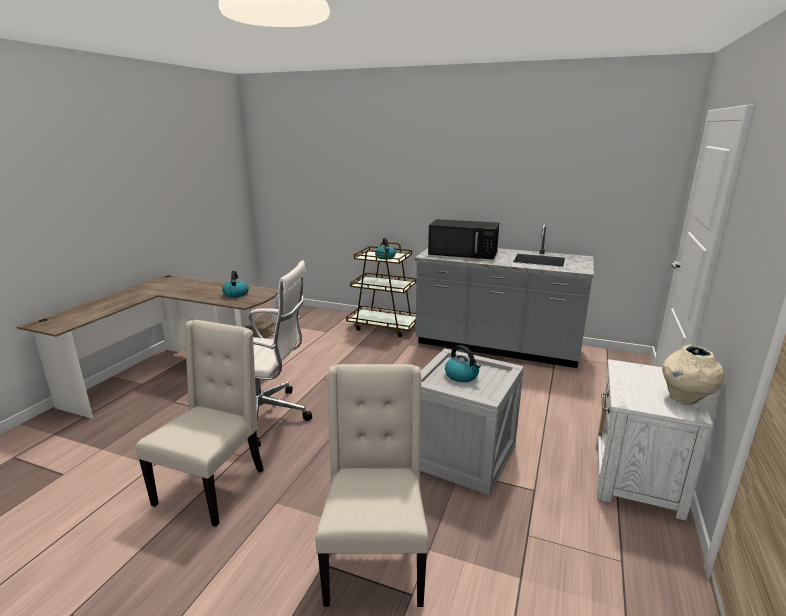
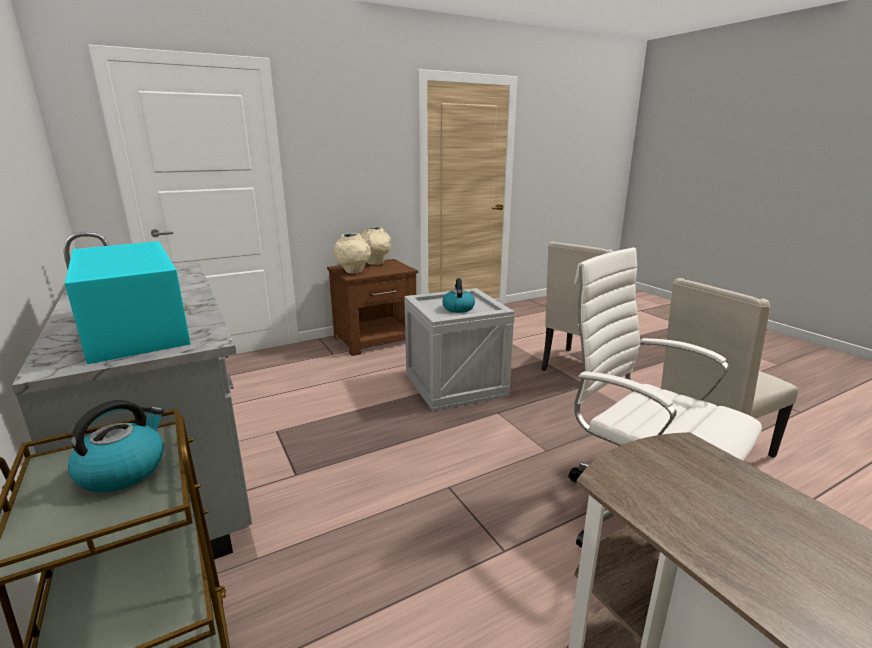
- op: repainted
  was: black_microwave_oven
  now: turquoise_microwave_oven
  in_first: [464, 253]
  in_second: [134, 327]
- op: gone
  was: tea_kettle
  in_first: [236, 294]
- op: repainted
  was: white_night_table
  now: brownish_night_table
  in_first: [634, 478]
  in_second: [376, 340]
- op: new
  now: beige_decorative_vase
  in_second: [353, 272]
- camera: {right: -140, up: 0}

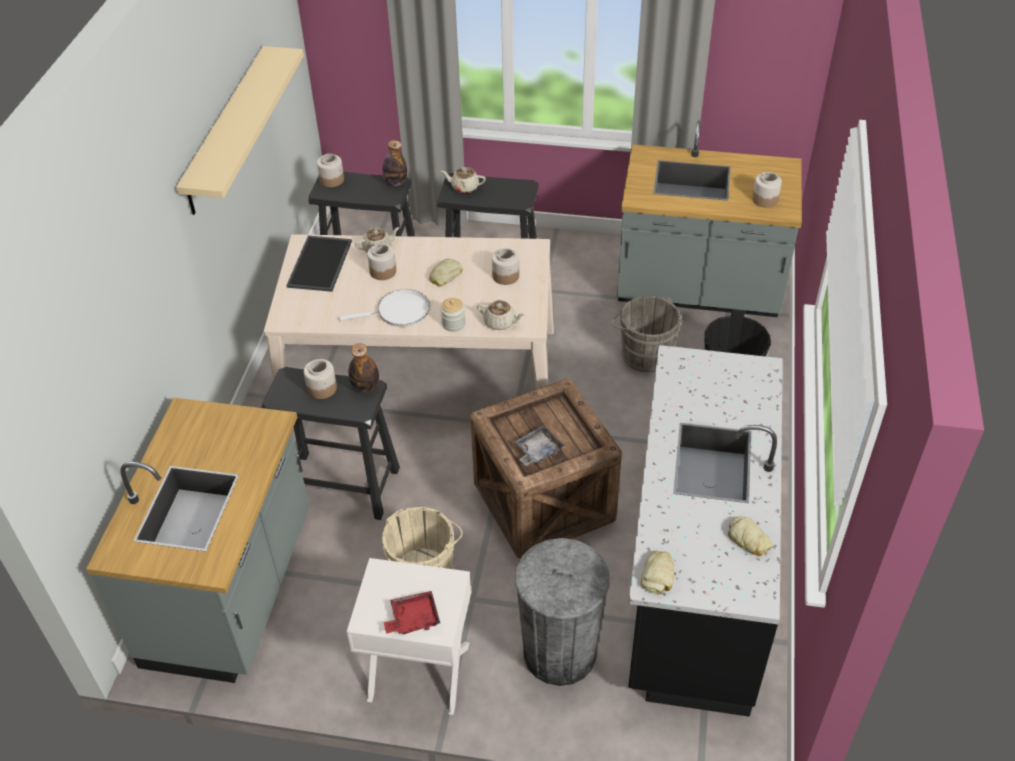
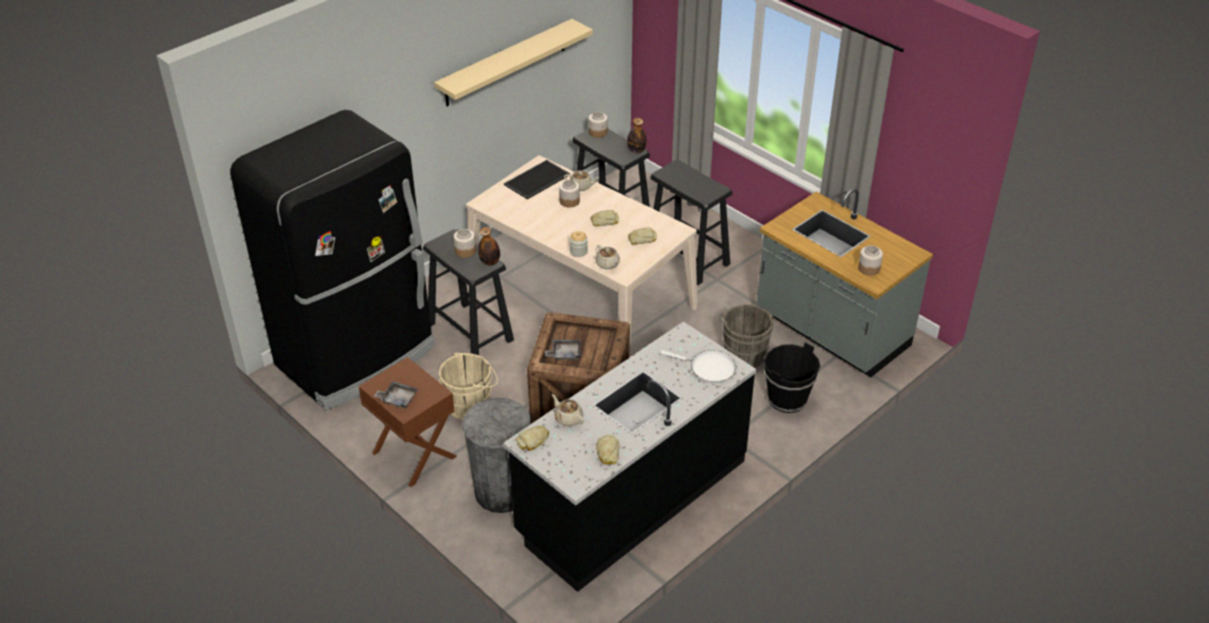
- op: shifted
  was: beige_teapot
  in_first: [464, 187]
  in_second: [568, 418]
- op: swapped
  was: jar
  now: bread
  in_first: [505, 276]
  in_second: [642, 238]
- op: shifted
  was: white_skillet
  in_first: [399, 312]
  in_second: [709, 368]
- op: swapped
  was: gray_counter
  now: black_fridge
  in_first: [232, 590]
  in_second: [358, 356]
- op: repainted
  was: white_night_table
  now: brownish_night_table
  in_first: [418, 672]
  in_second: [413, 455]
- op: repainted
  was: reddish_carrying_tray
  now: gray_carrying_tray
  in_first: [413, 618]
  in_second: [398, 399]
- camera: {right: 35, up: -5}

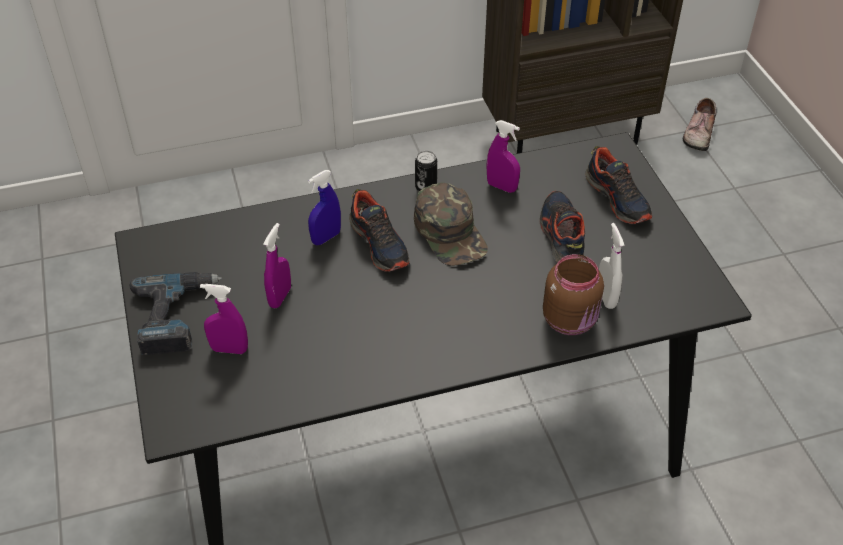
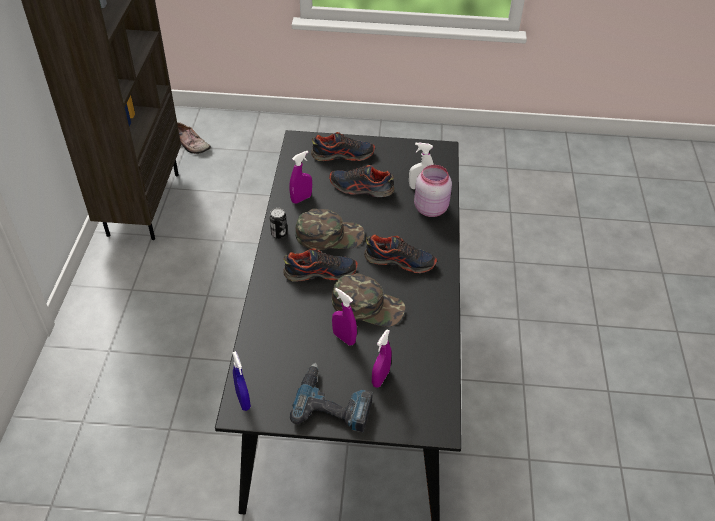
- op: shifted
  was: blue_hand_sprayer
  in_first: [326, 238]
  in_second: [243, 400]
- op: repainted
  was: brownish_jar
  now: pink-coloured_jar
  in_first: [571, 320]
  in_second: [431, 208]
- op: new
  now: shoe
  in_second: [400, 261]
- op: new
  now: green_baseball_cap
  in_second: [368, 305]
- camera: {right: -70, up: 0}

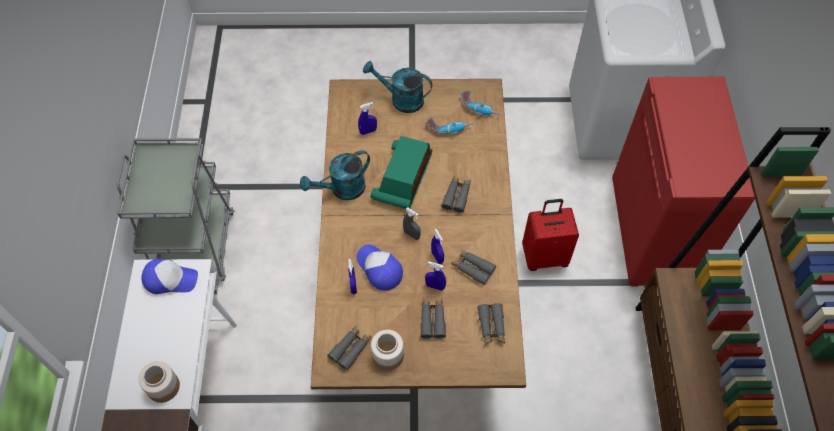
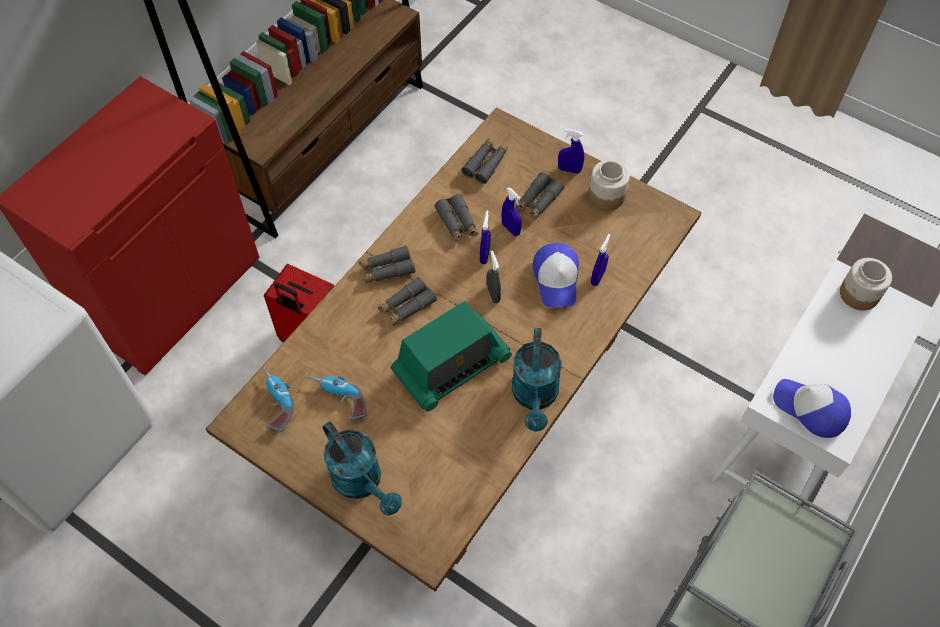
- op: shifted
  was: blue_hand_sprayer
  in_first: [368, 131]
  in_second: [569, 170]
- op: rotated
  was: turquoise_watering_can
  in_first: [342, 190]
  in_second: [535, 397]
  clockwise: 90
- op: shifted
  was: gray_binoculars
  in_first: [351, 349]
  in_second: [387, 269]
- camera: {right: -145, up: 0}

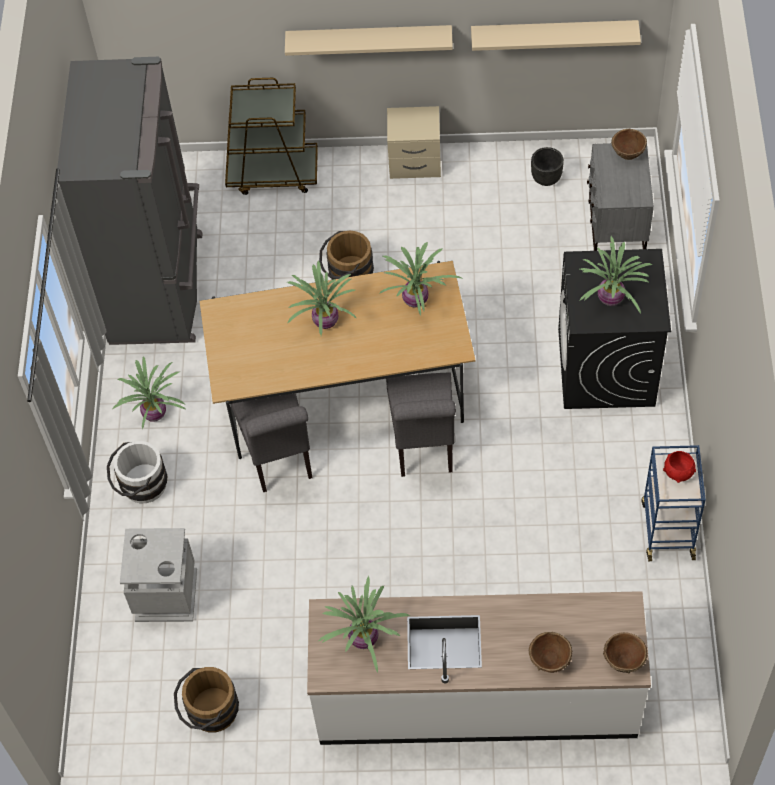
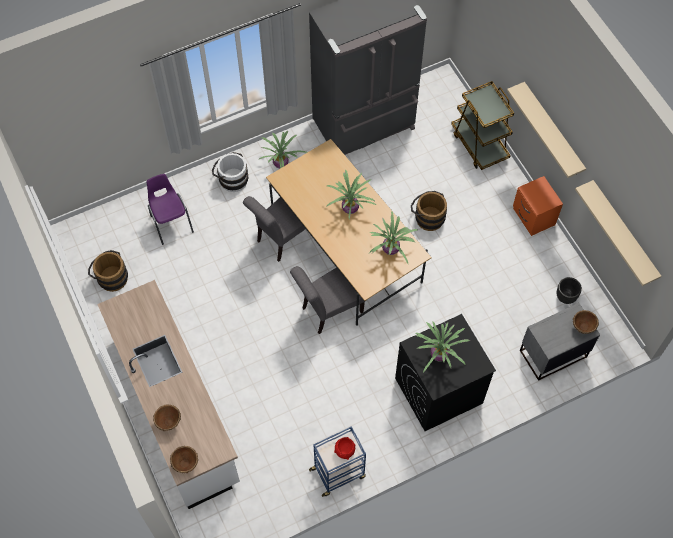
- op: repainted
  was: beige_night_table
  now: orange-coloured_night_table
  in_first: [415, 163]
  in_second: [533, 217]
- op: swapped
  was: gray_waste_bin
  now: purplish_plain_chair
  in_first: [165, 594]
  in_second: [171, 223]
- op: gone
  was: plant_in_a_pot
  in_first: [363, 640]
- camera: {right: 60, up: 5}

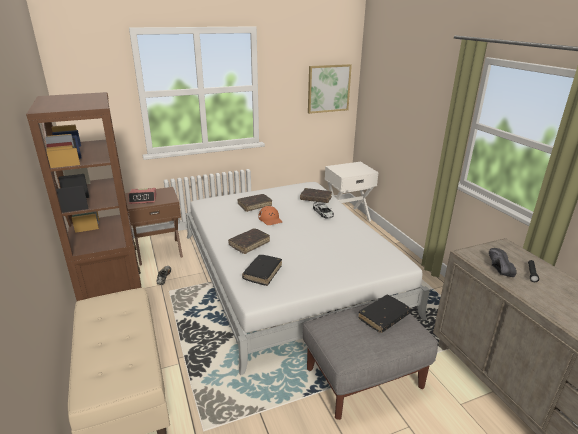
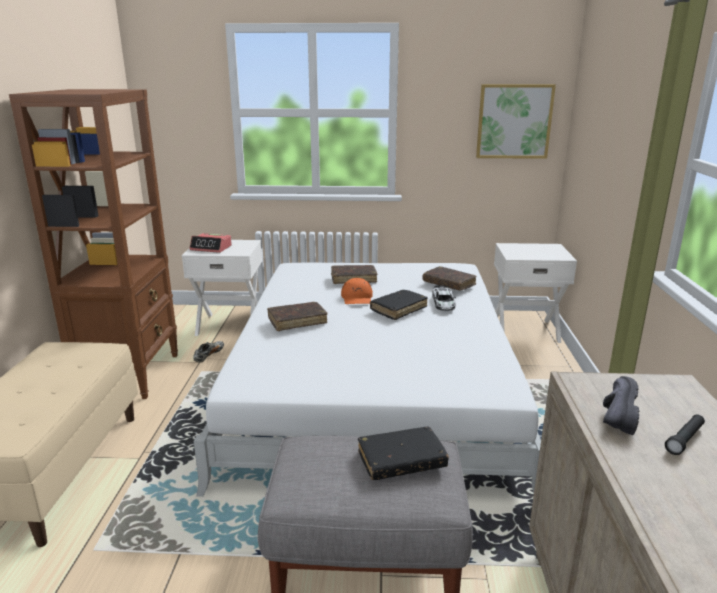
- op: repainted
  was: brownish_night_table
  now: white_night_table
  in_first: [159, 251]
  in_second: [230, 324]
- op: shifted
  was: black_book
  in_first: [262, 273]
  in_second: [398, 309]
- camera: {right: 25, up: -5}

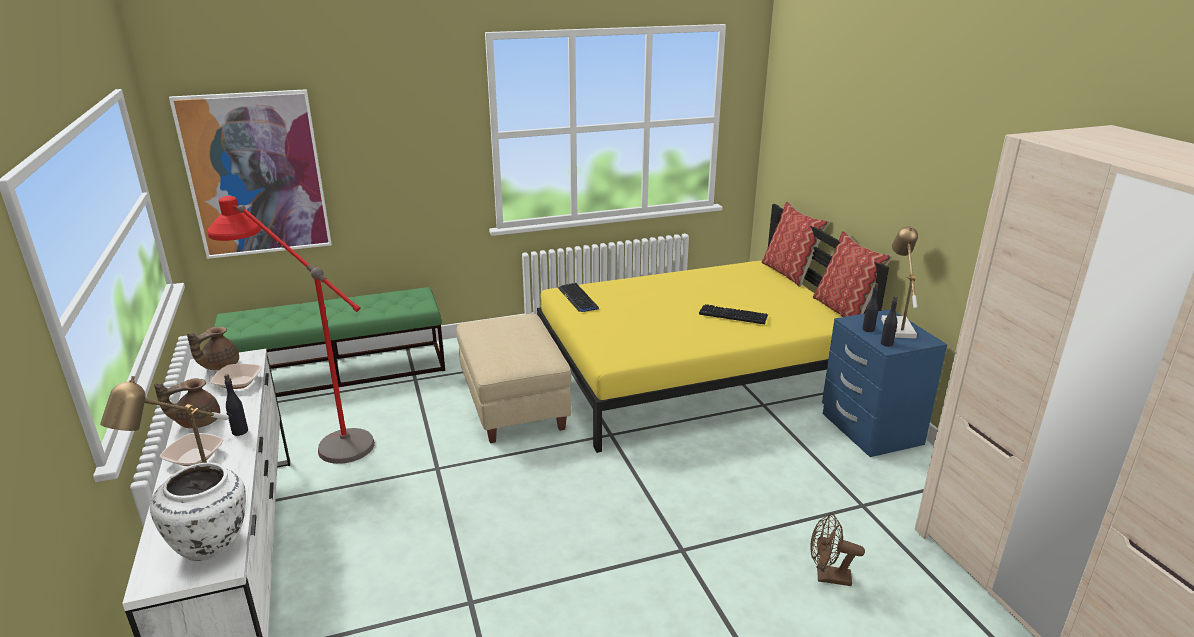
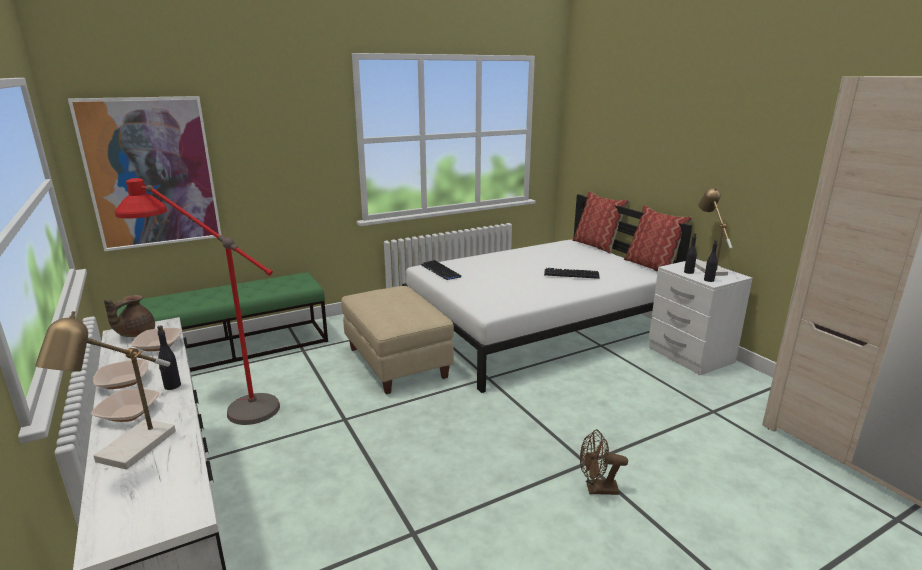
- op: repainted
  was: yellow-coloured_bedroom_bed
  now: white_bedroom_bed
  in_first: [693, 373]
  in_second: [536, 327]
- op: repainted
  was: blue_night_table
  now: white_night_table
  in_first: [870, 429]
  in_second: [689, 355]
- op: swapped
  was: brownish_teapot
  now: deep_dish
  in_first: [197, 421]
  in_second: [123, 381]
- op: gone
  was: white_decorative_vase
  in_first: [212, 544]
- op: shifted
  was: brownish_cooling_fan
  in_first: [827, 577]
  in_second: [597, 489]
- camera: {right: -10, up: -5}

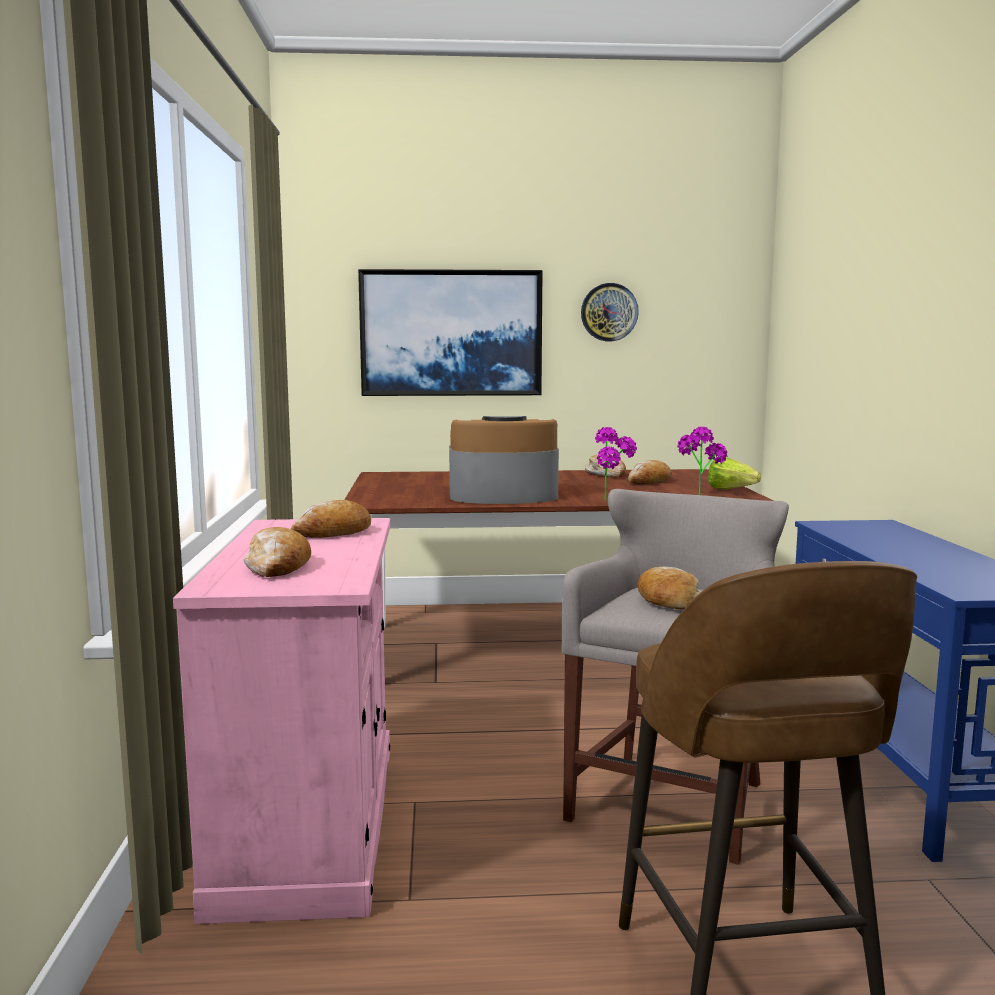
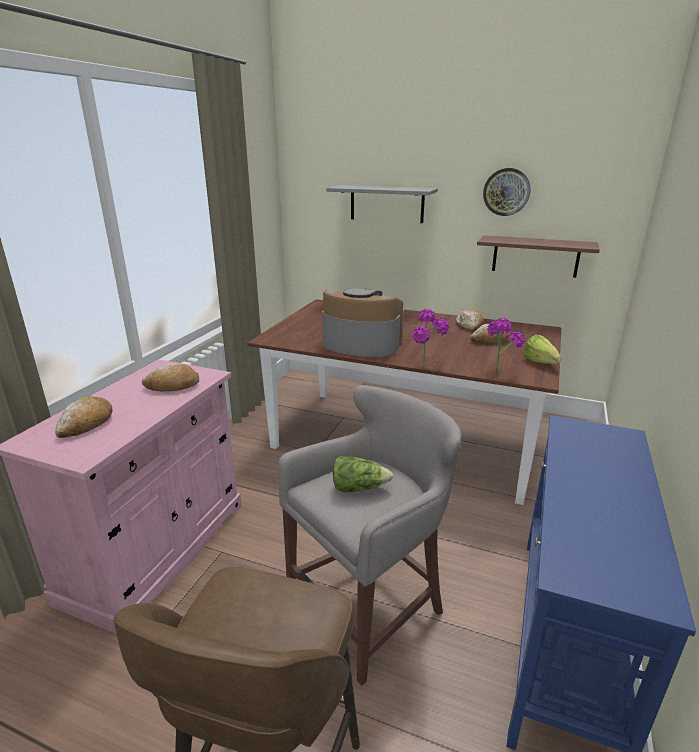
- op: swapped
  was: picture
  now: gray_shelf
  in_first: [451, 333]
  in_second: [386, 204]
- op: swapped
  was: bread
  now: lettuce_head
  in_first: [667, 601]
  in_second: [359, 487]
- op: new
  now: brownish_shelf
  in_second: [535, 256]
- camera: {right: 25, up: 15}

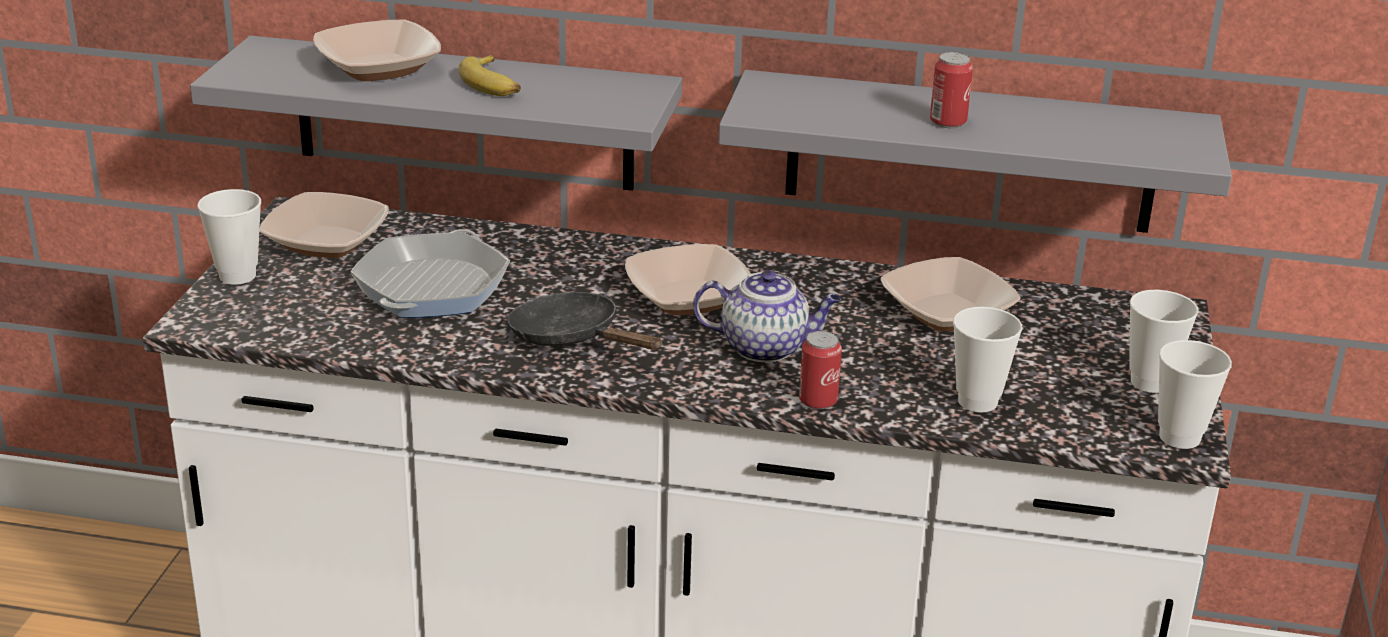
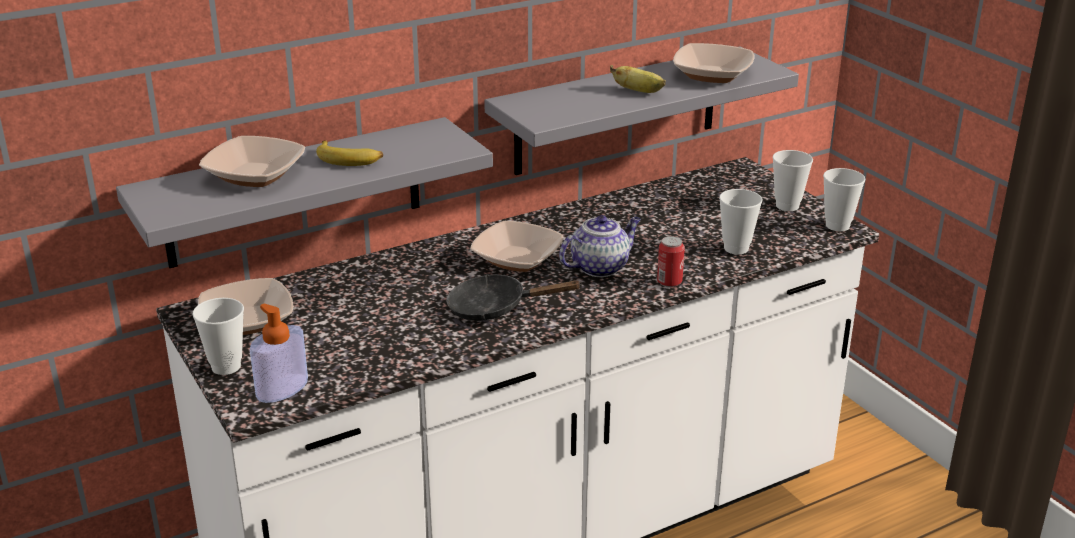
- op: swapped
  was: metal_can
  now: whole_banana
  in_first: [948, 122]
  in_second: [639, 91]
- op: gone
  was: skillet
  in_first: [432, 287]
- op: shifted
  was: deep_dish
  in_first: [947, 312]
  in_second: [712, 74]
- op: new
  now: liquid_soap_bottle
  in_second: [282, 388]
- camera: {right: -40, up: 0}

